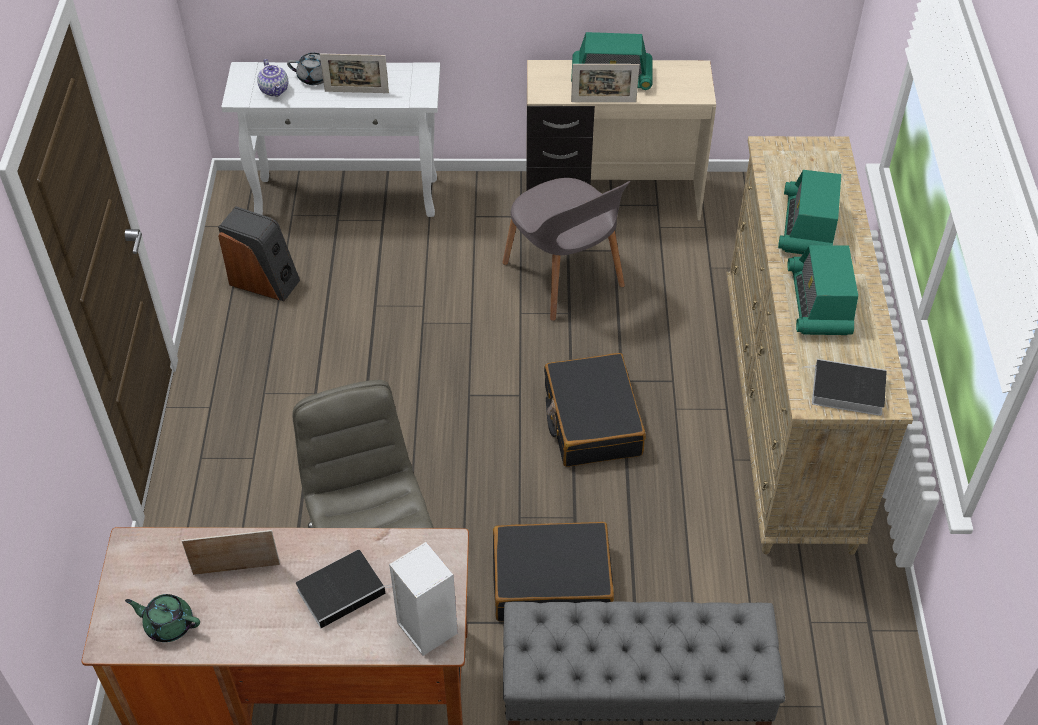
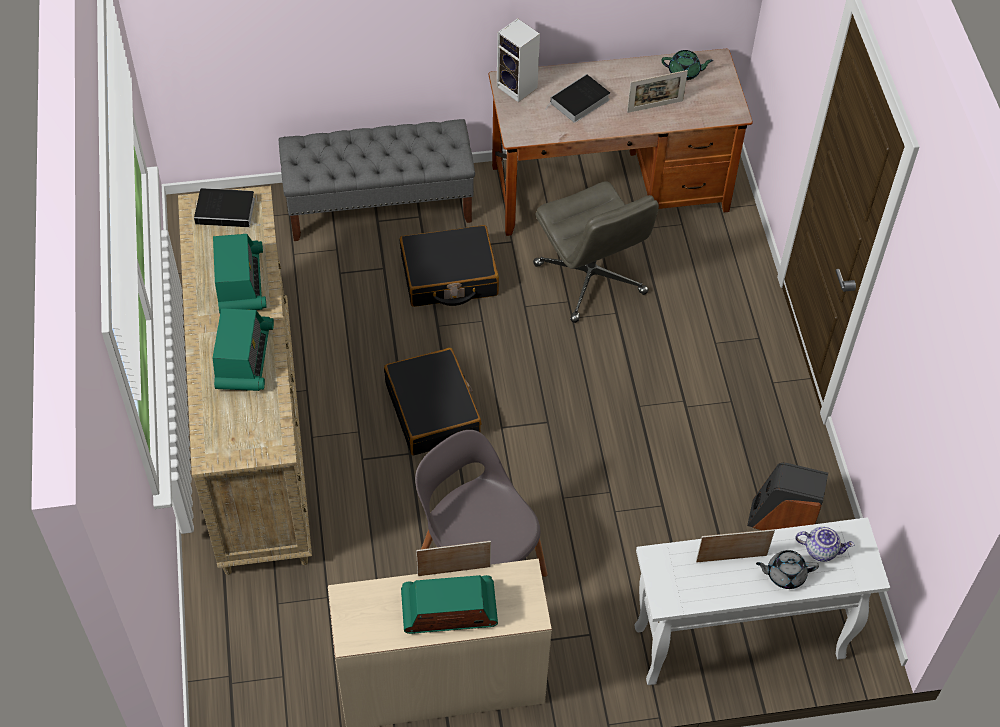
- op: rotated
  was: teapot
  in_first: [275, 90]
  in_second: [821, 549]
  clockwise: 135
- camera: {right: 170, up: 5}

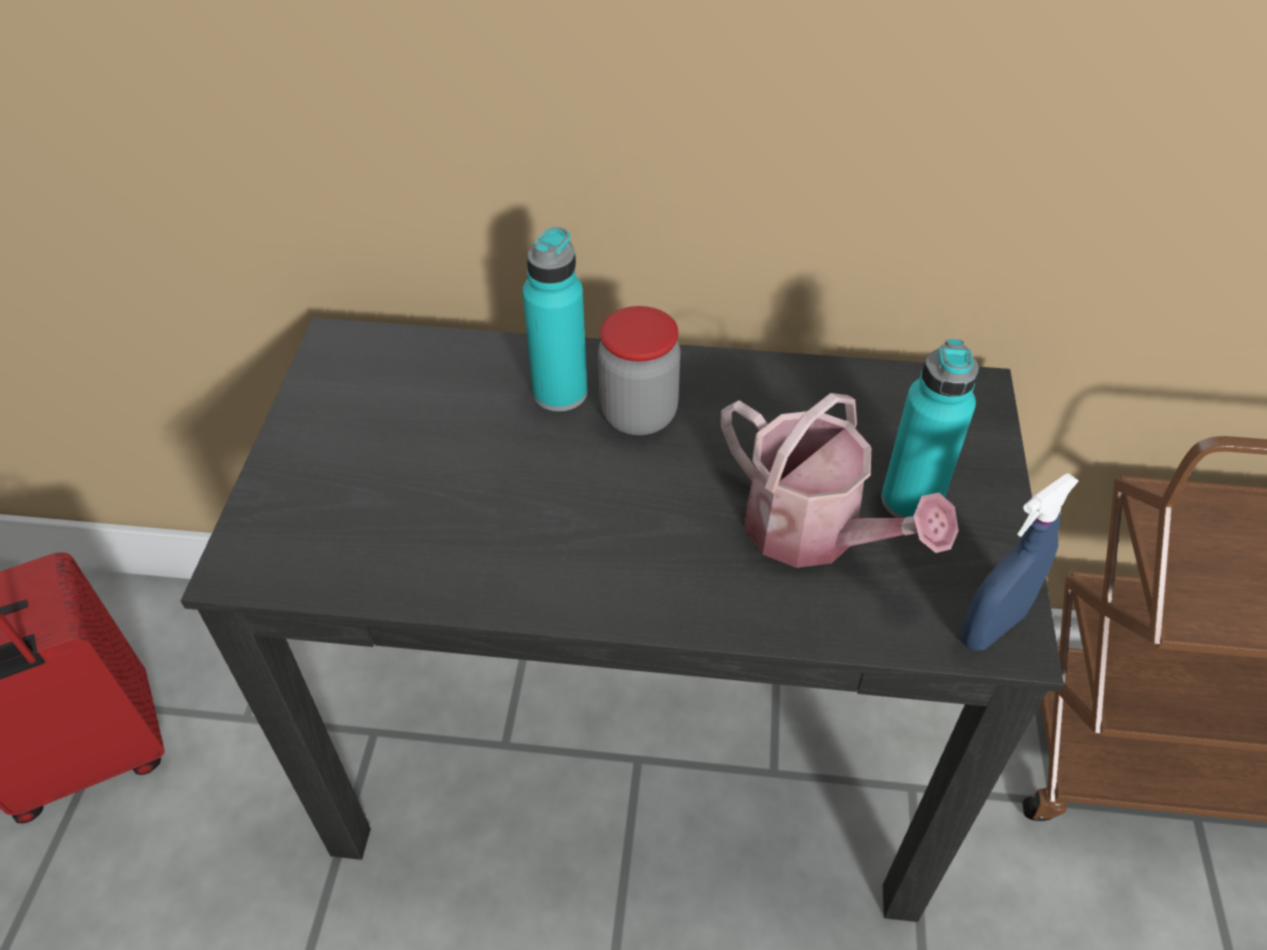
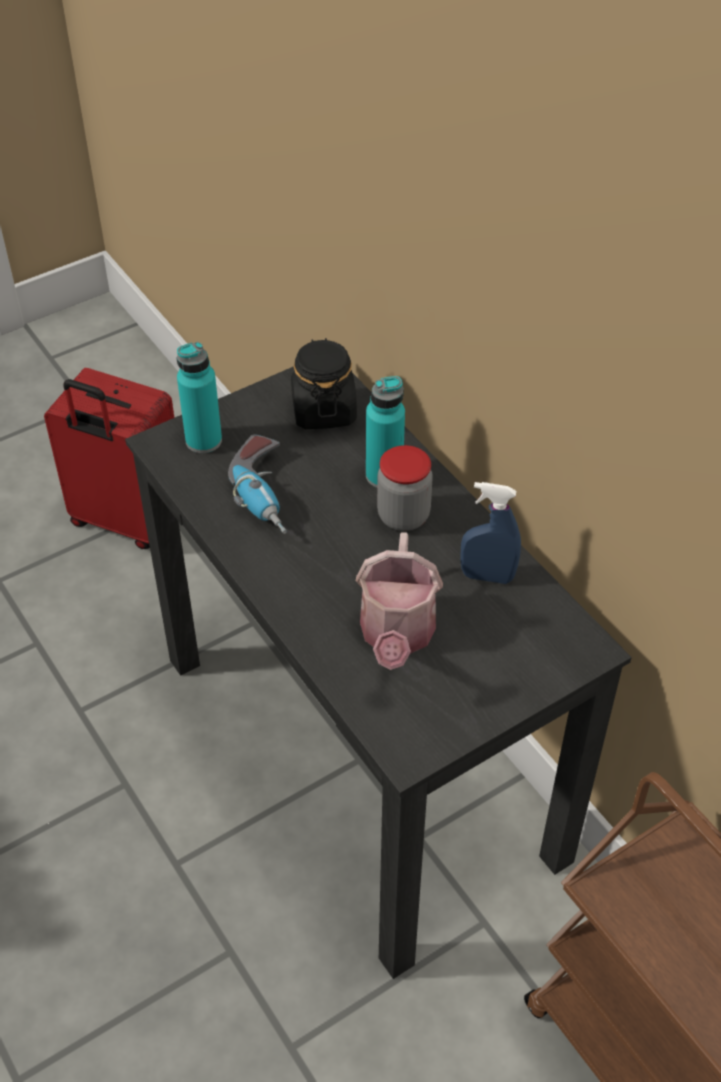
- op: shifted
  was: turquoise_beverage_bottle
  in_first: [911, 500]
  in_second: [203, 440]
- op: shifted
  was: blue_hand_sprayer
  in_first: [992, 627]
  in_second: [487, 576]
- op: new
  now: black_jar
  in_second: [323, 410]
- op: new
  now: drill
  in_second: [267, 495]
- camera: {right: 50, up: 0}

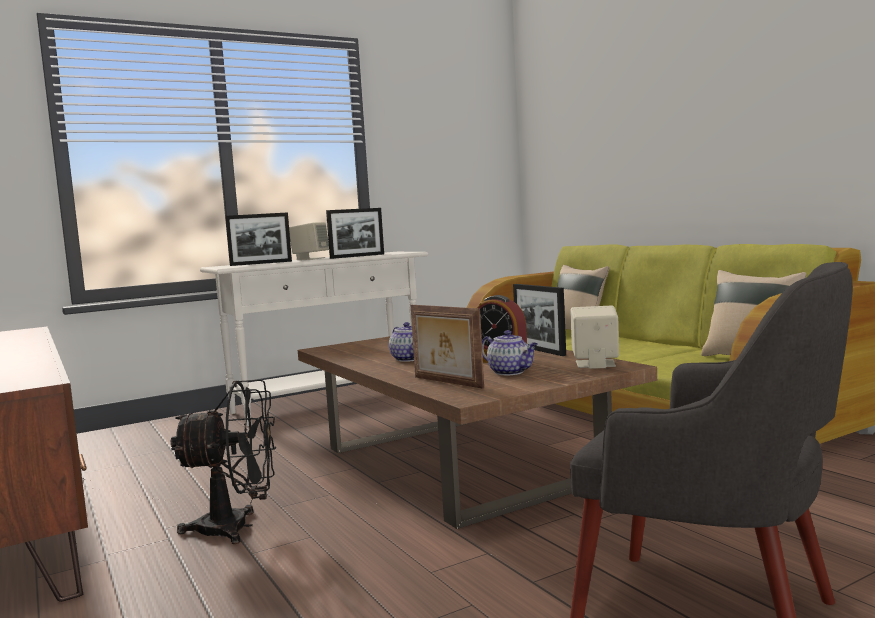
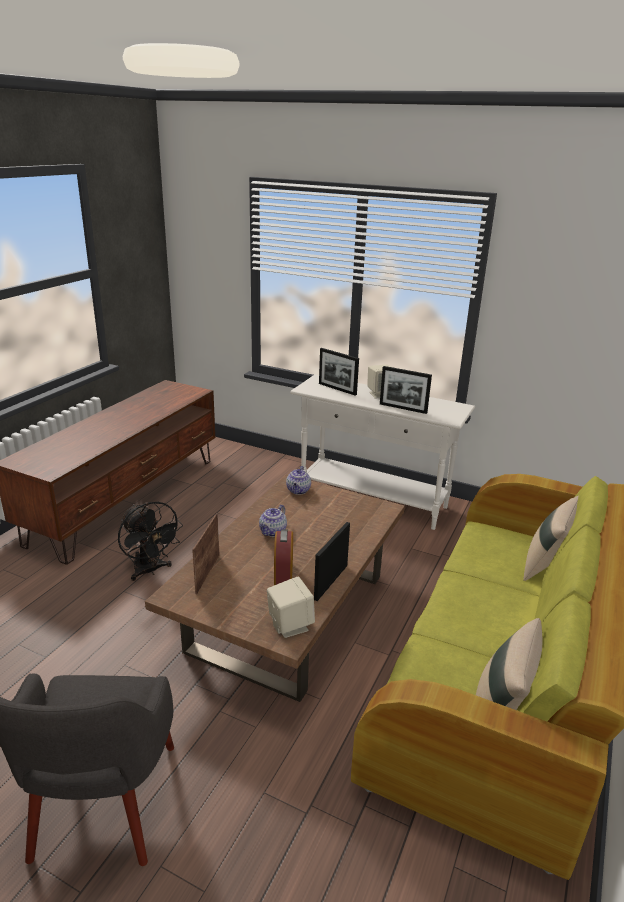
- op: shifted
  was: teapot
  in_first: [510, 372]
  in_second: [298, 491]
- camera: {right: 55, up: 20}

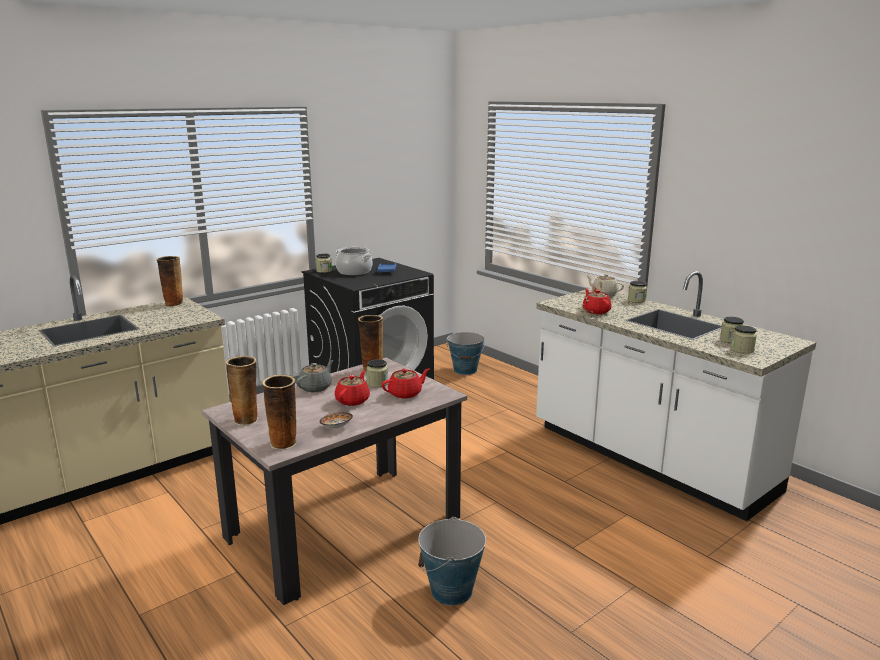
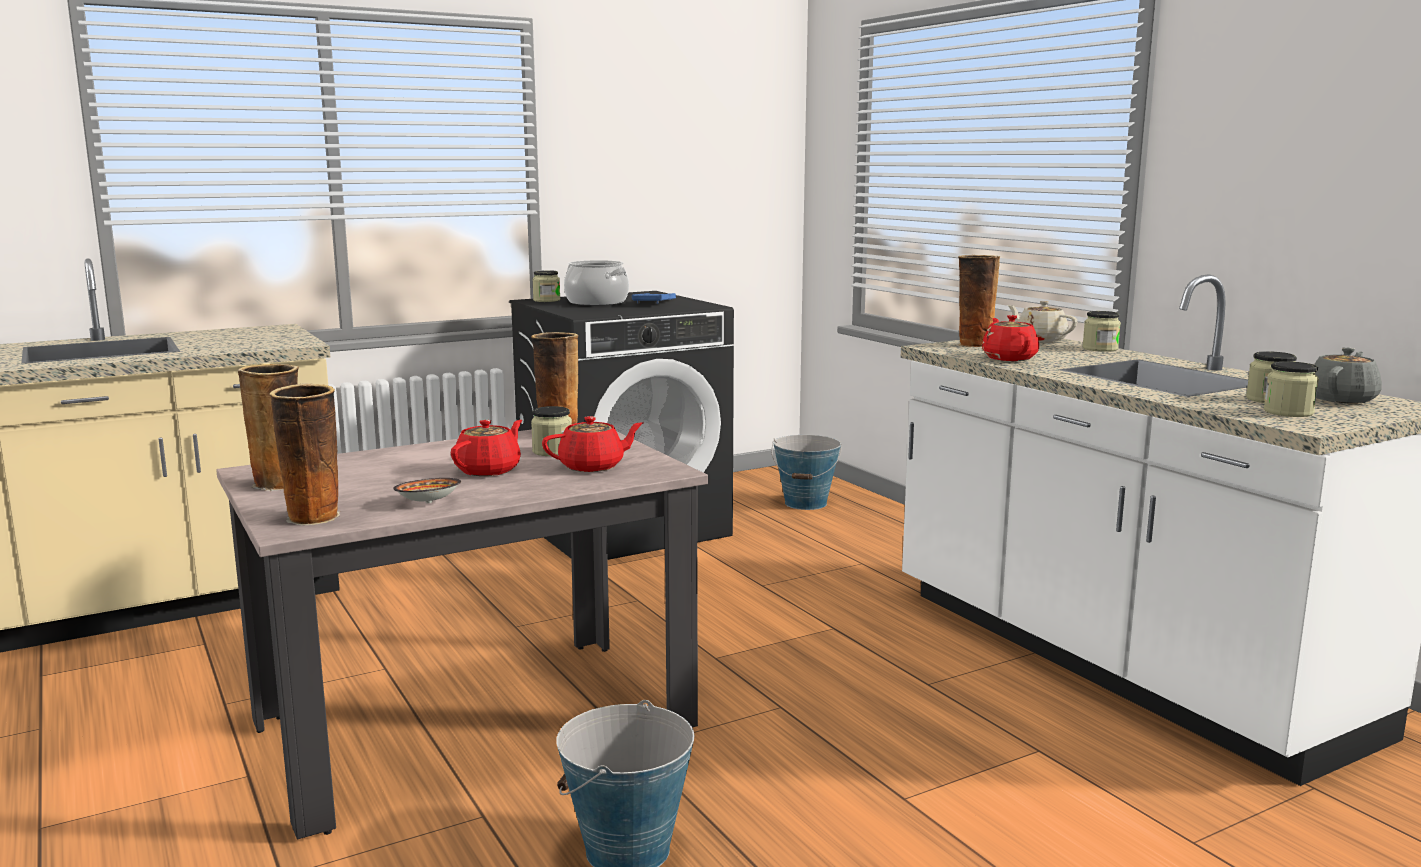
- op: shifted
  was: decorative_vase
  in_first: [173, 304]
  in_second: [973, 345]
- op: shifted
  was: gray_teapot
  in_first: [316, 387]
  in_second: [1342, 399]
- camera: {right: 10, up: -5}

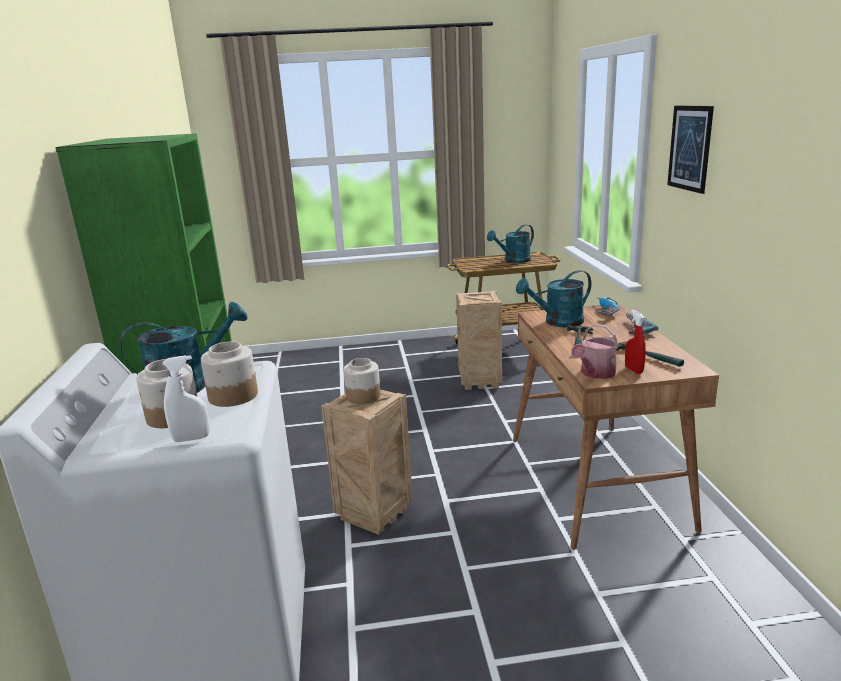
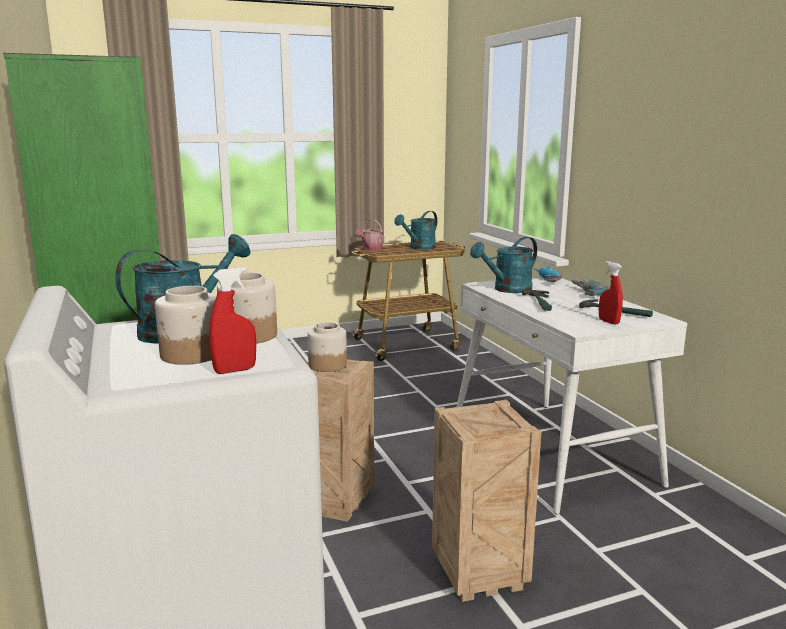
- op: gone
  was: picture
  in_first: [689, 148]
- op: shifted
  was: shipping_crate
  in_first: [478, 382]
  in_second: [478, 576]
- op: repainted
  was: brownish_desk
  now: white_desk
  in_first: [596, 481]
  in_second: [552, 452]
- op: shifted
  was: watering_can
  in_first: [595, 373]
  in_second: [370, 249]
- op: repainted
  was: white_hand_sprayer
  now: reddish_hand_sprayer
  in_first: [191, 438]
  in_second: [235, 370]
- camera: {right: -15, up: -5}

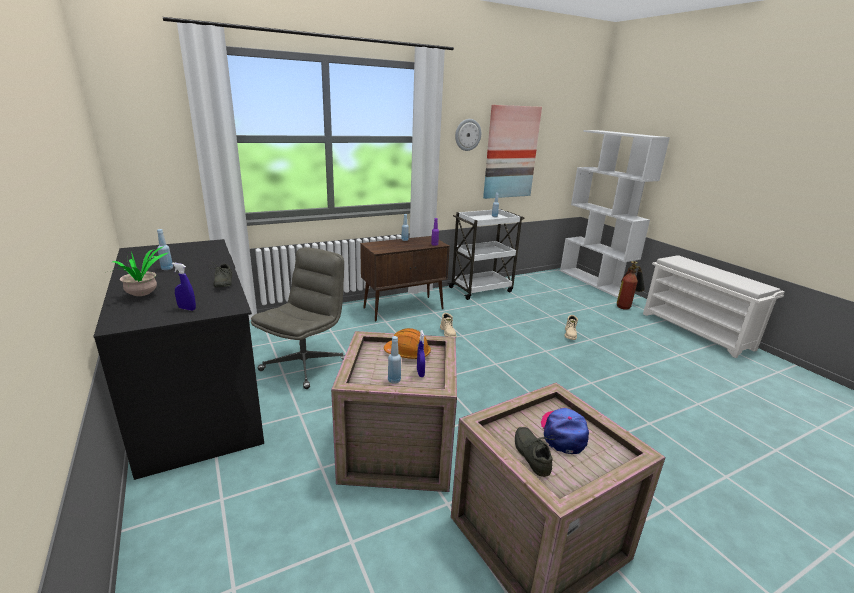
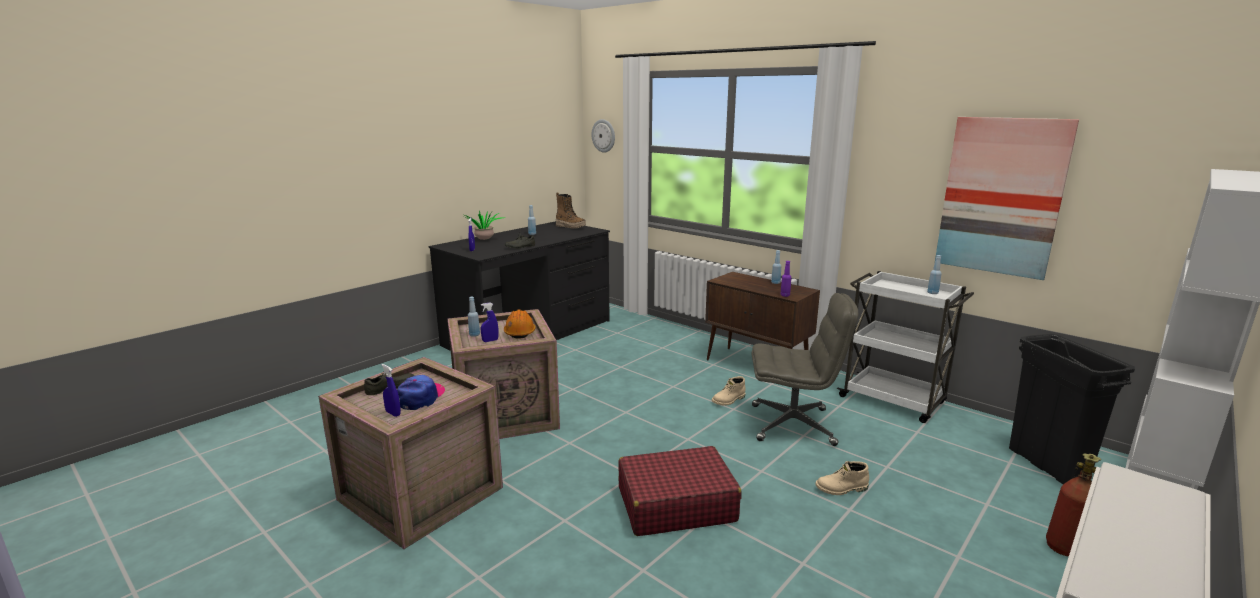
- op: shifted
  was: wall_clock
  in_first: [467, 134]
  in_second: [604, 135]
- op: shifted
  was: gray_office_chair
  in_first: [305, 365]
  in_second: [793, 425]
- op: rotated
  was: baseball_cap
  in_first: [563, 433]
  in_second: [421, 397]
  clockwise: -60
- op: new
  now: tall_boot
  in_second: [570, 227]
- op: new
  now: black_waste_bin
  in_second: [1047, 466]
- op: new
  now: blue_hand_sprayer
  in_second: [393, 413]
- op: new
  now: reddish_piece_of_luggage
  in_second: [675, 504]
- camera: {right: 70, up: -5}

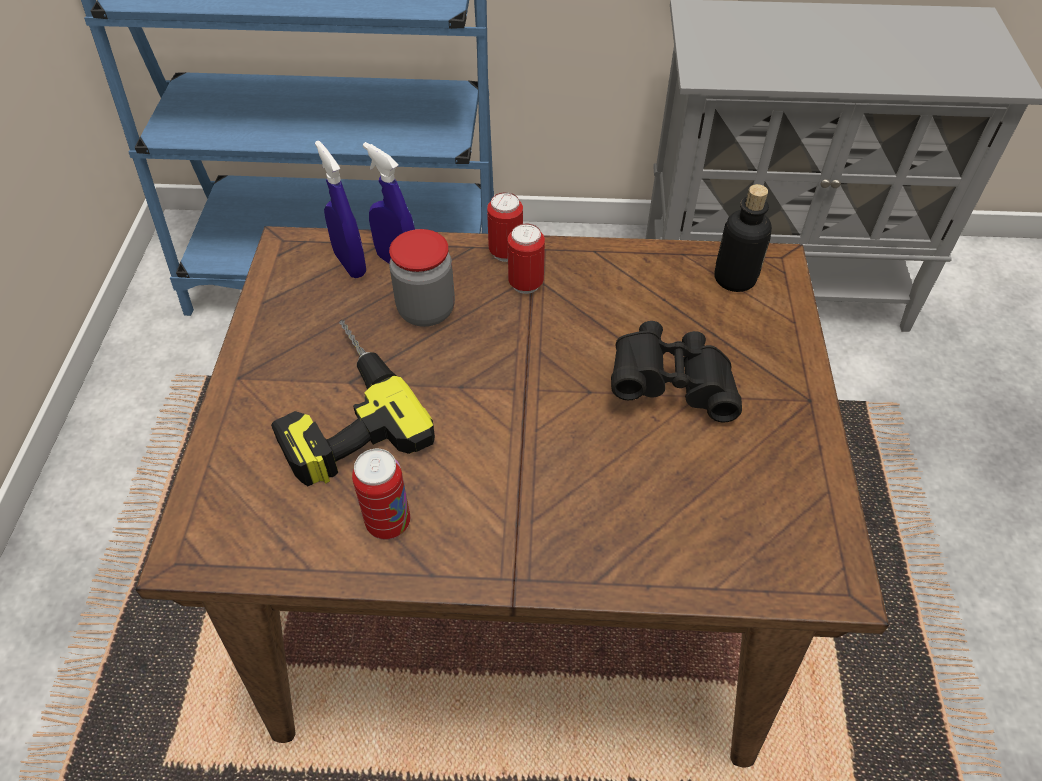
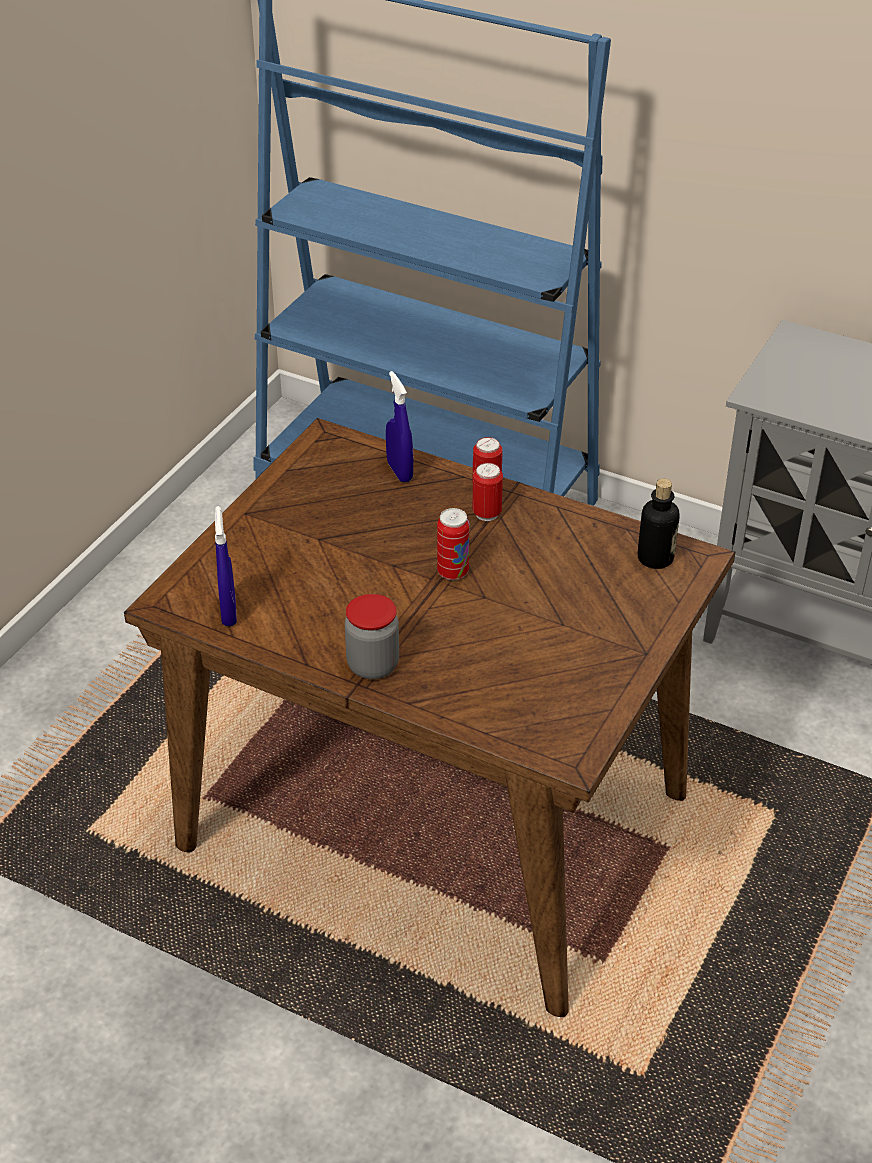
- op: shifted
  was: blue_hand_sprayer
  in_first: [350, 264]
  in_second: [229, 612]
- op: shifted
  was: jar
  in_first: [426, 310]
  in_second: [373, 665]
- op: gone
  was: drill
  in_first: [339, 409]
- op: gone
  was: black_binoculars
  in_first: [672, 385]
- op: shifted
  was: metal_can
  in_first: [388, 523]
  in_second: [452, 572]
- camera: {right: 25, up: -10}

